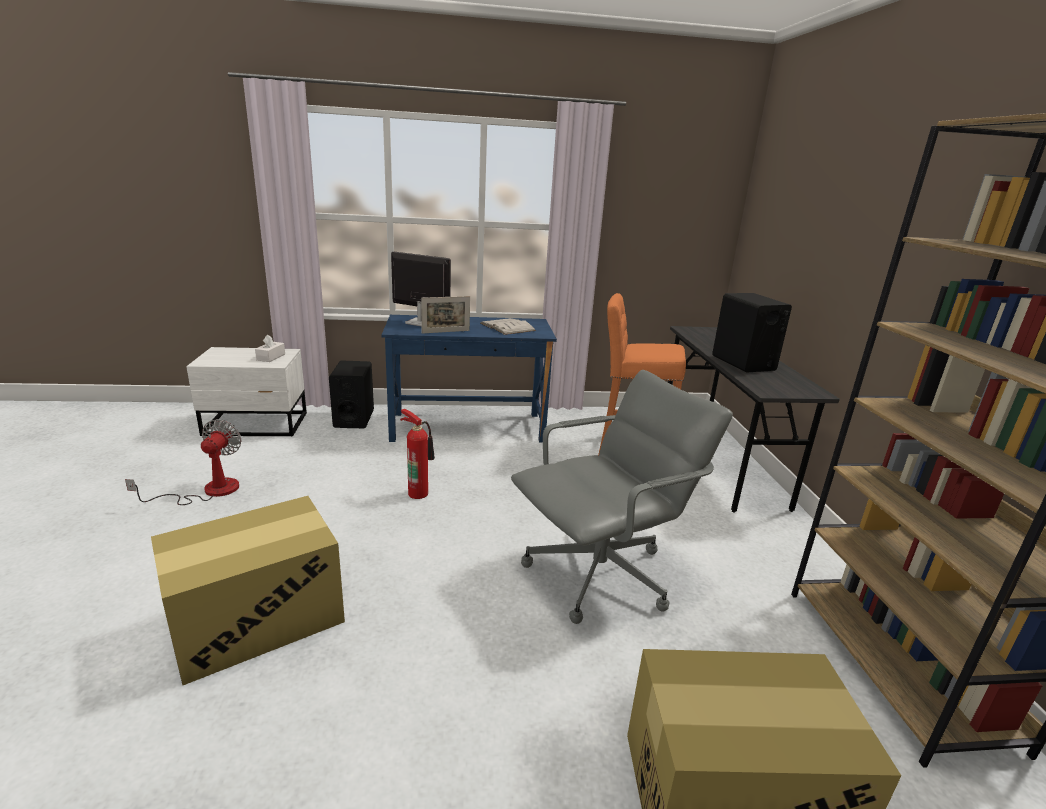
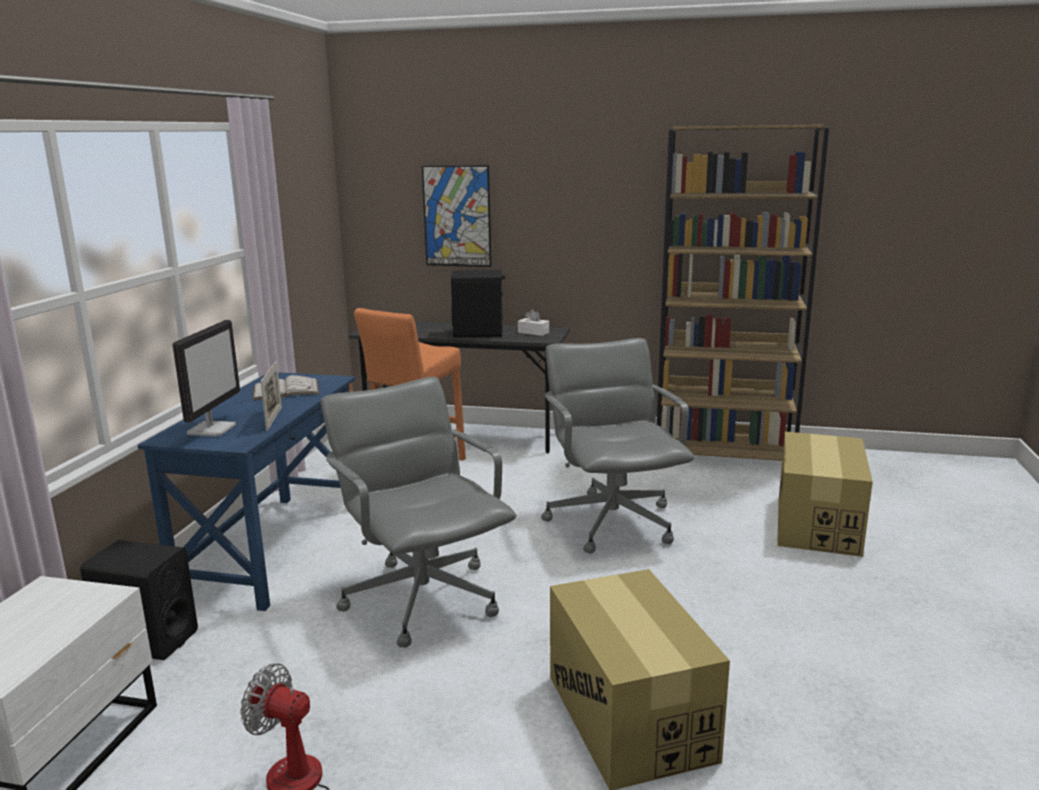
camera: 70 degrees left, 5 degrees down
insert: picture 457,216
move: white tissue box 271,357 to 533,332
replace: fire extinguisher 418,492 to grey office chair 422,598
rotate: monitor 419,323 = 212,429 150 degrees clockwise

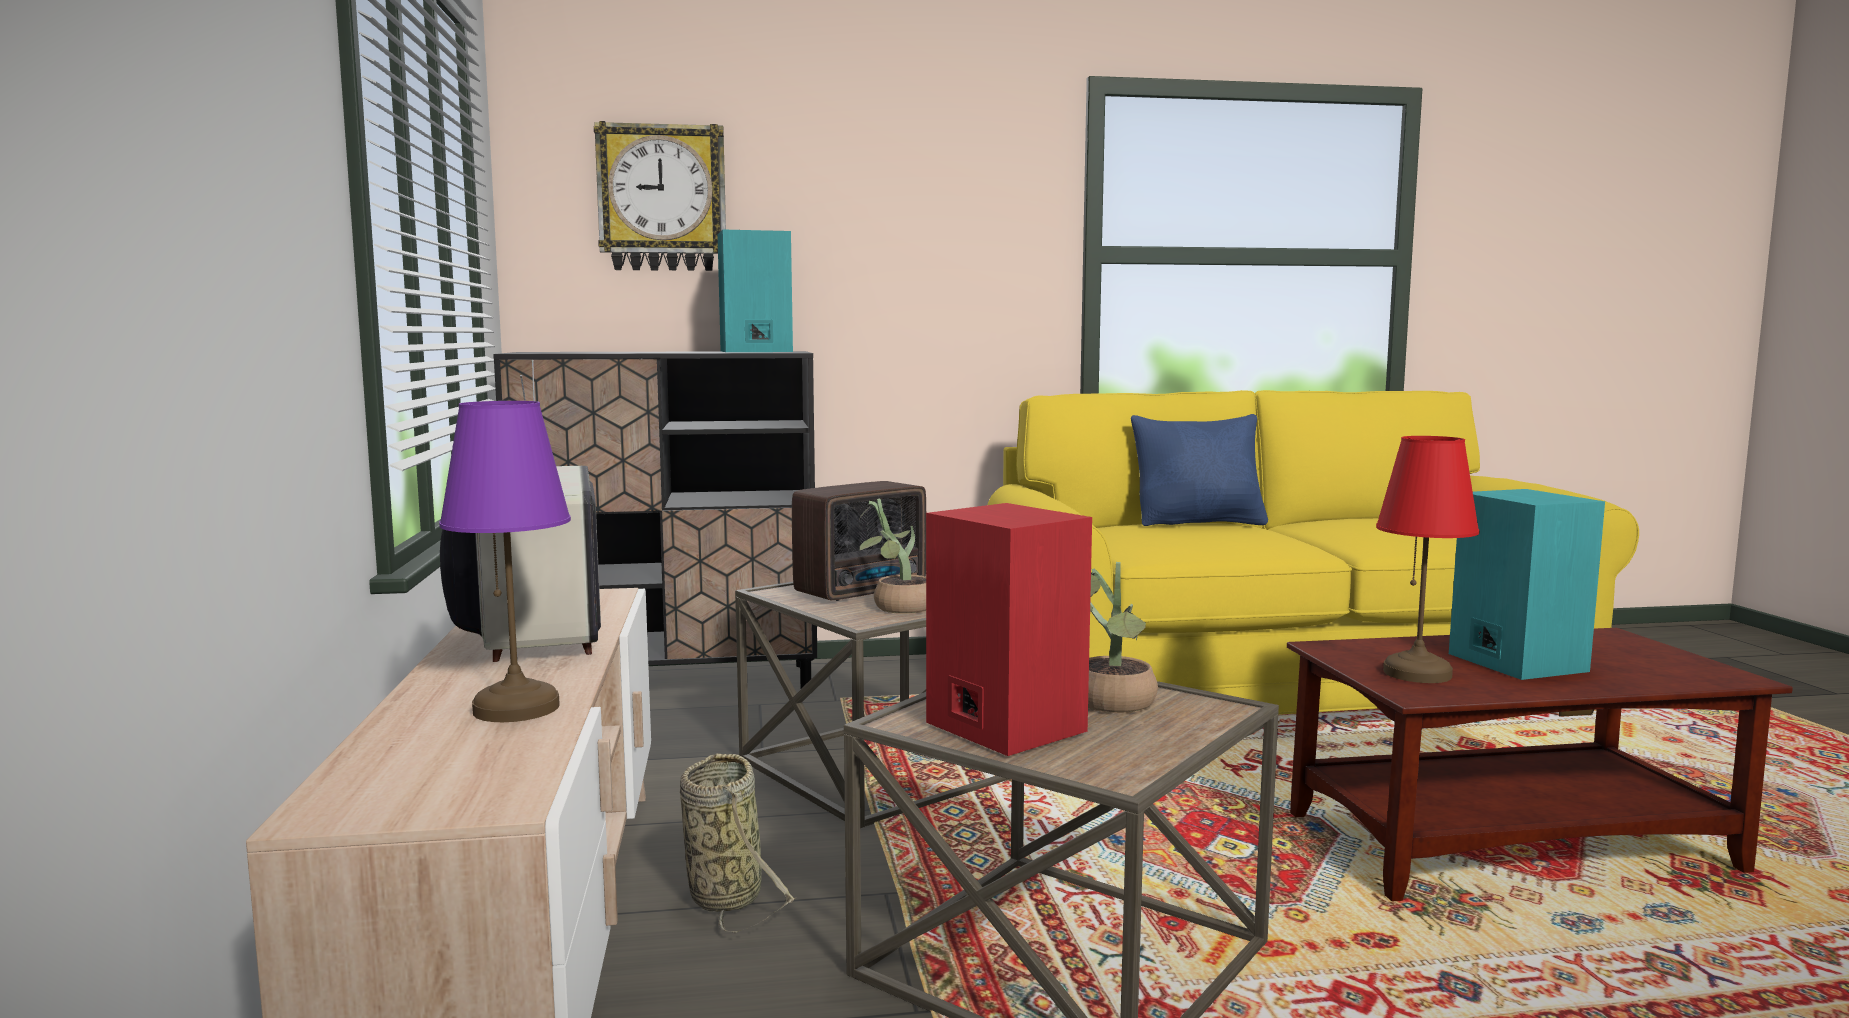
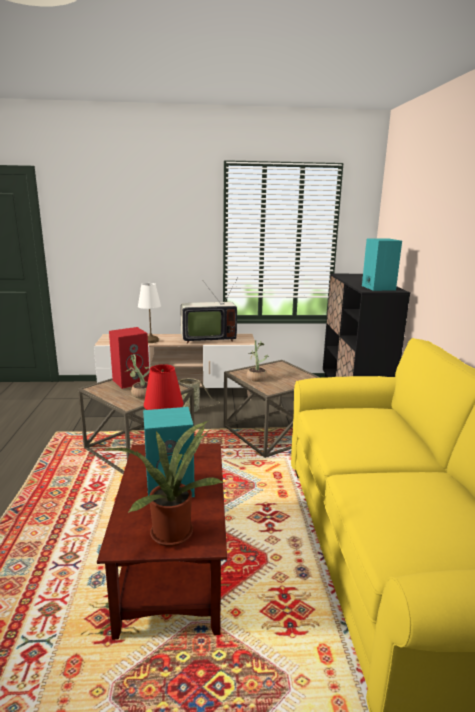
camera: 95 degrees right, 10 degrees up
delete: wall clock 662,198; radio 864,591; blue pillow 1199,523
insert: potted plant 171,530
recolor: purple table lamp 518,708 to white table lamp 151,341

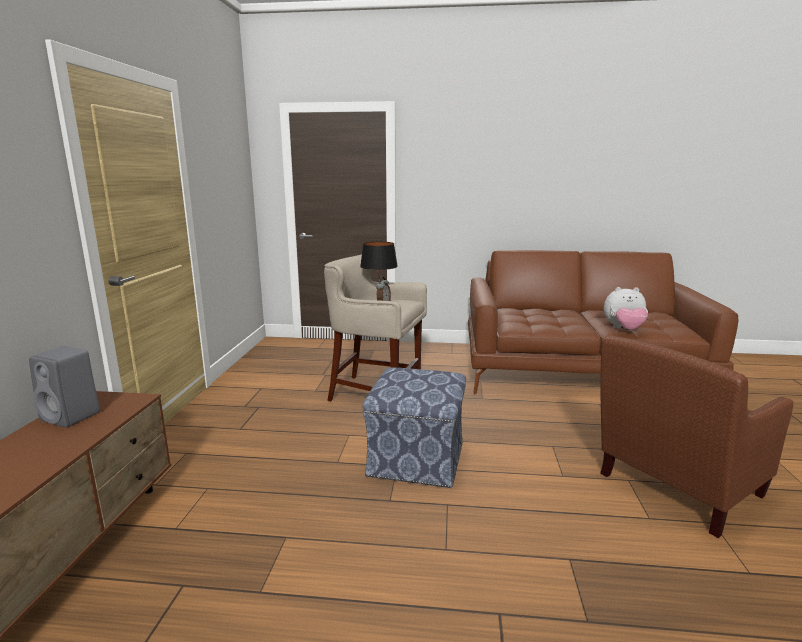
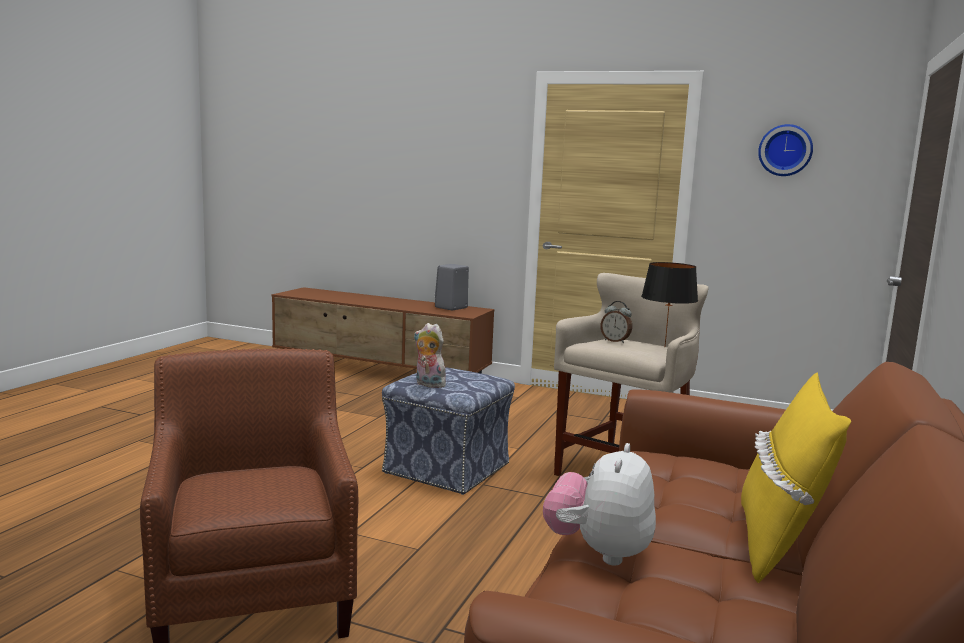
camera: 105 degrees right, 5 degrees down
insert: plush toy 428,384; yellow pillow 778,544; wall clock 785,150

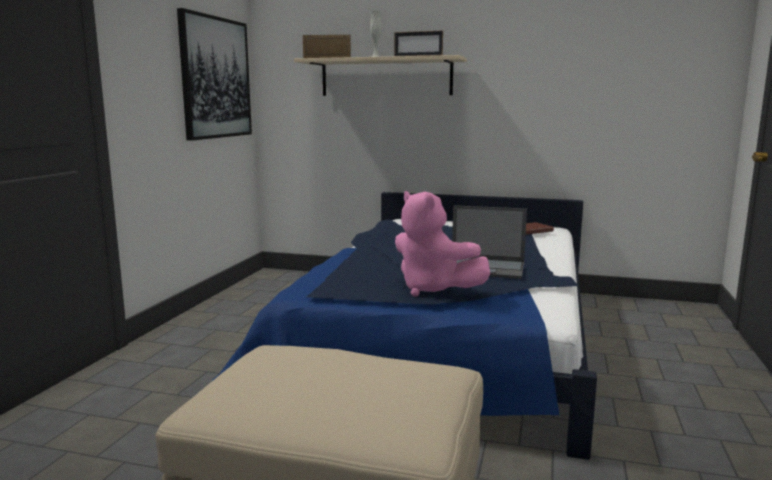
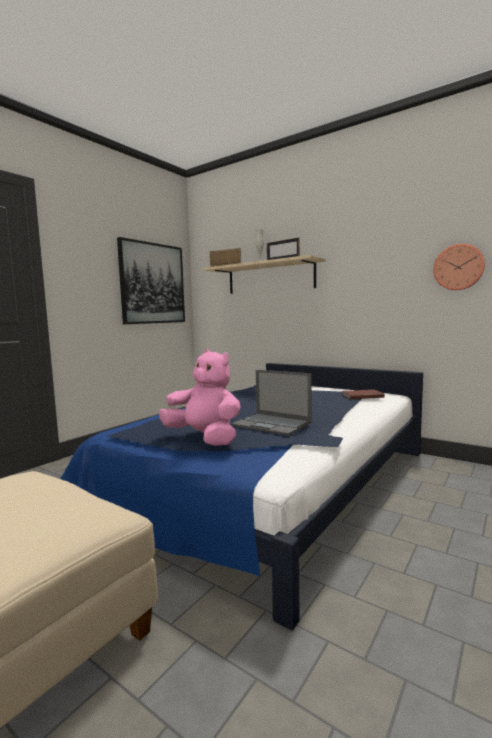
camera: 20 degrees right, 5 degrees down
insert: wall clock 458,267
rotate: pink plush toy 433,289 = 205,438 150 degrees clockwise

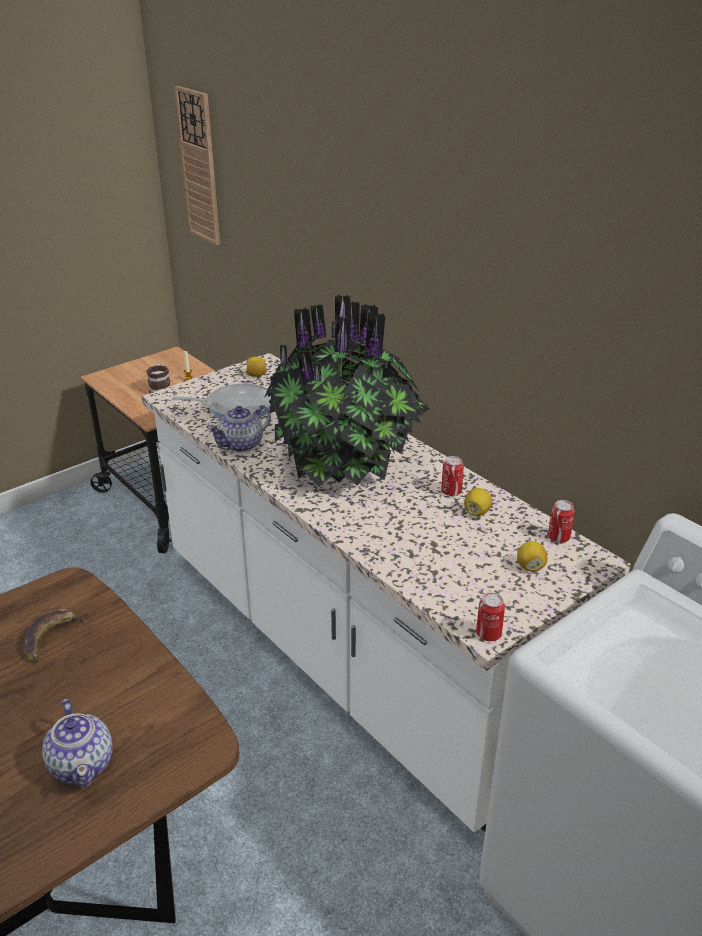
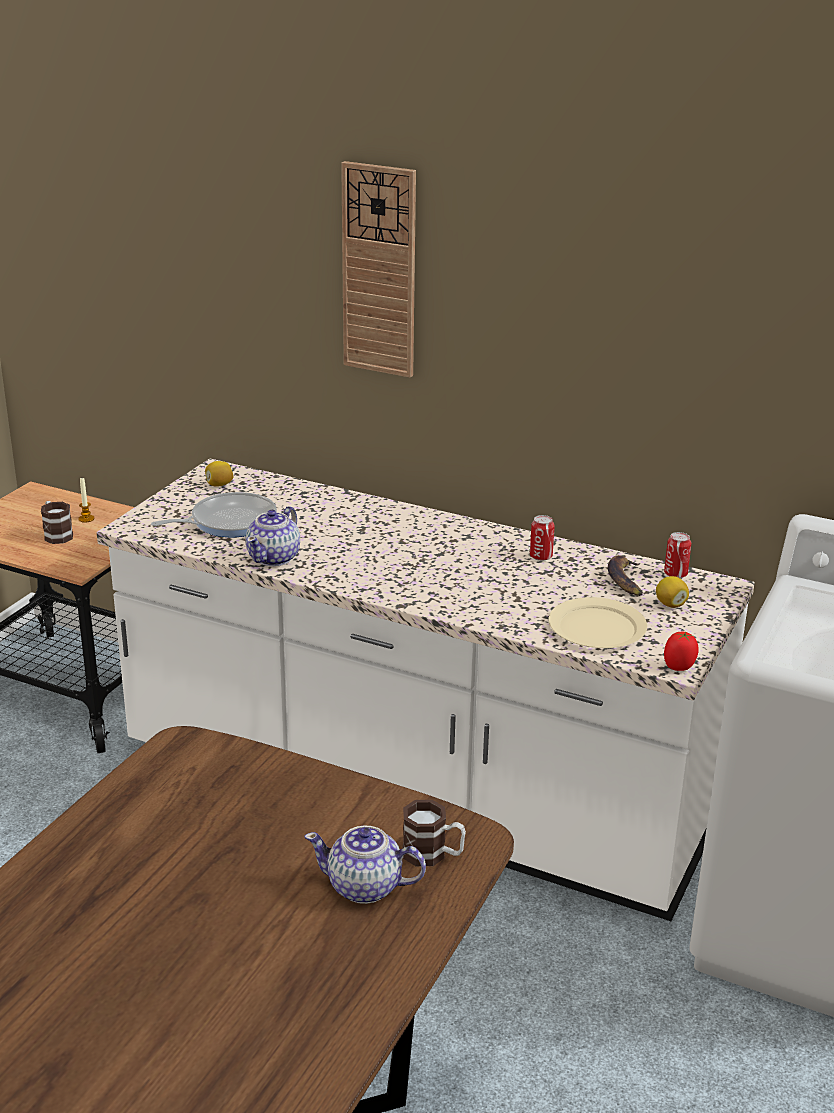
camera: 25 degrees left, 5 degrees down
delete: potted plant 346,464; lemon 477,512
insert: mug 433,854; beige plate 597,627
move: banana 51,637 to 625,580; wall clock 199,167 to 379,271
replace: can 488,634 to tomato 679,667
rotate: teapot 82,764 = 365,887 150 degrees clockwise

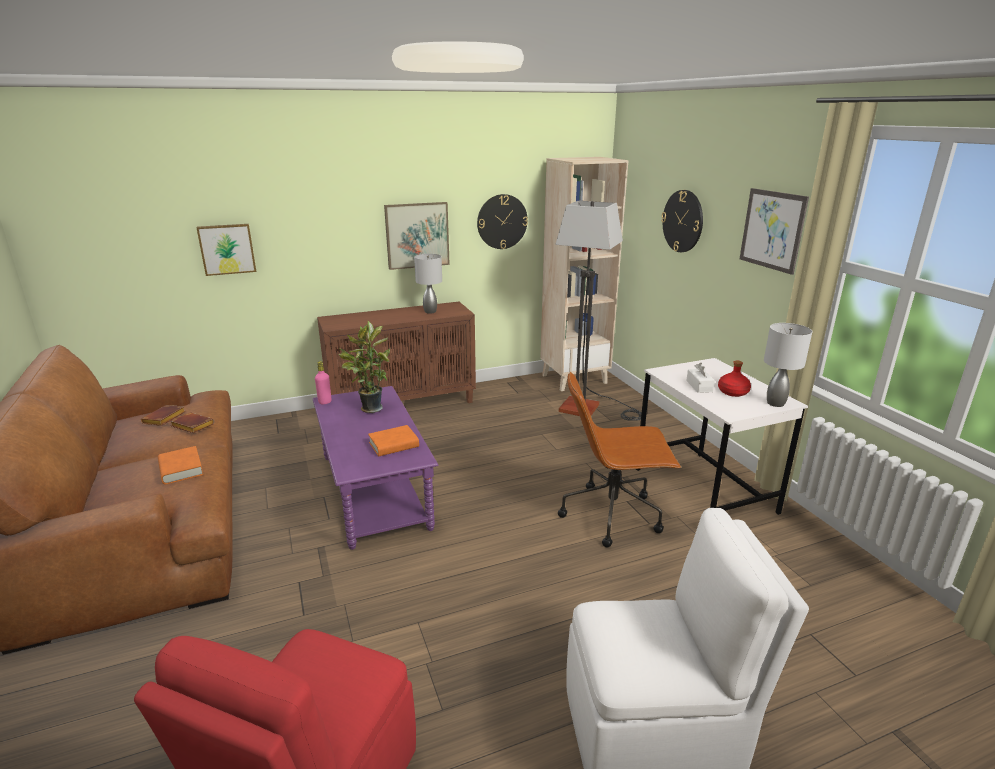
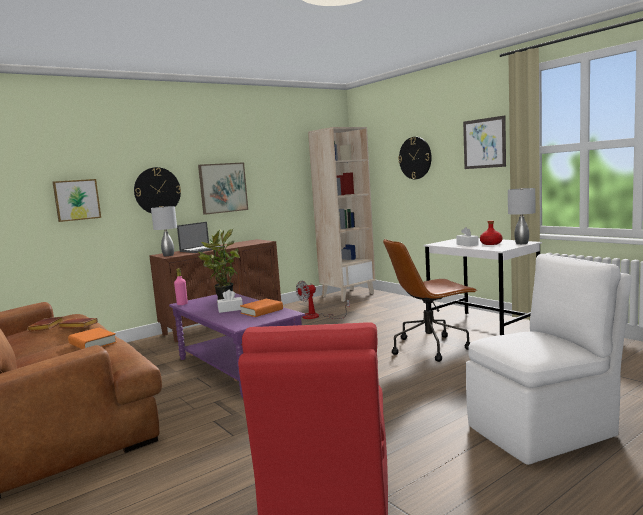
camera: 15 degrees left, 15 degrees down
delete: floor lamp 591,409
insert: laptop 202,249; white tissue box 230,309; fan 317,316
move: grey table lamp 430,311 to 168,255; wall clock 502,221 to 157,191

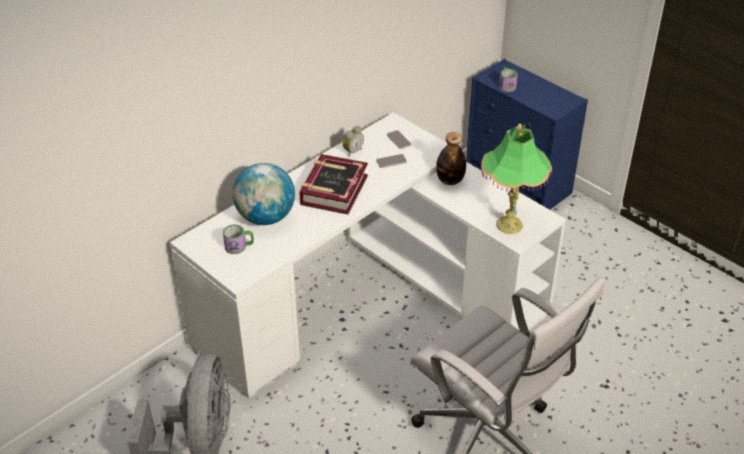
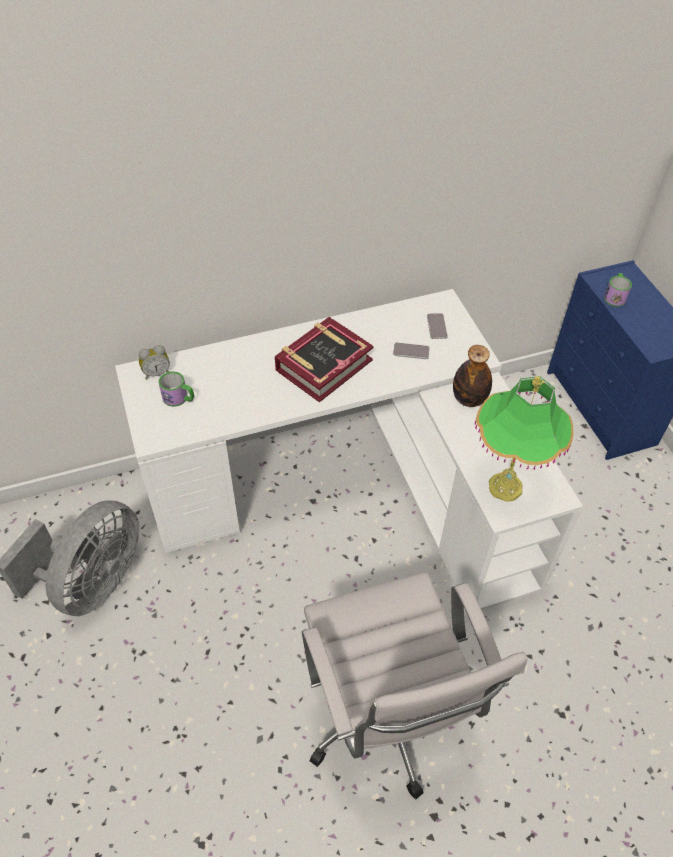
camera: 25 degrees right, 10 degrees up
delete: globe 266,217
move: alarm clock 352,151 to 156,373

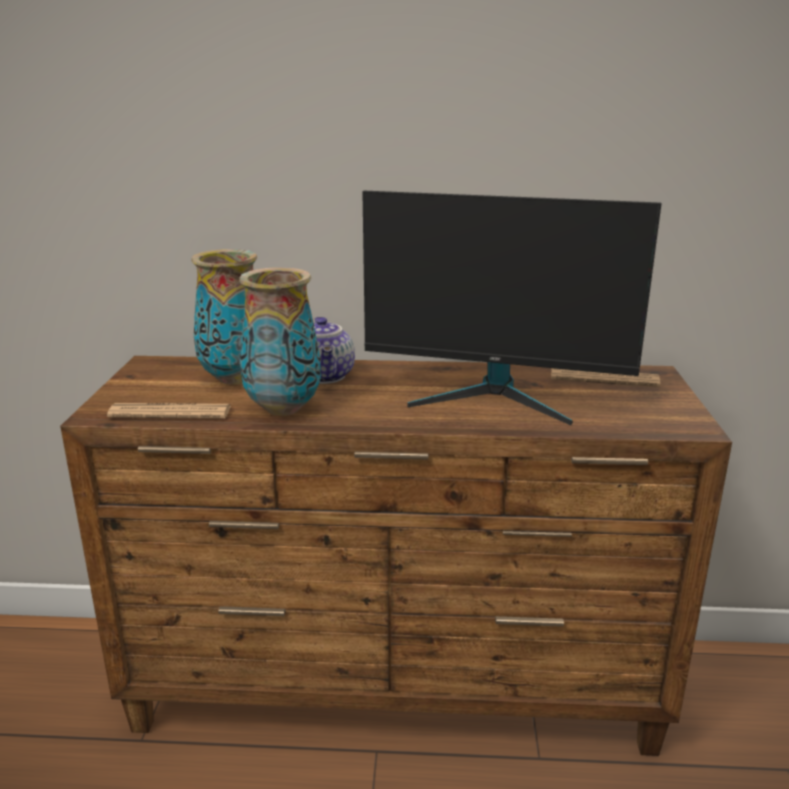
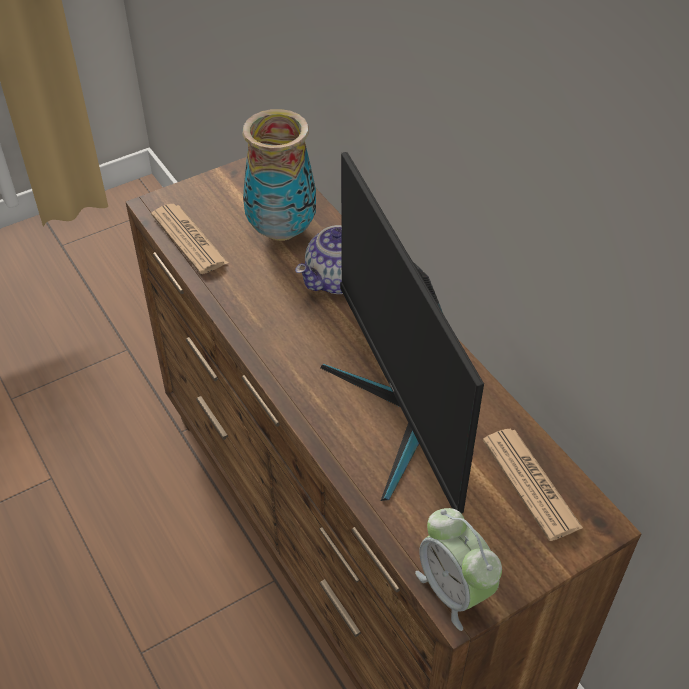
camera: 55 degrees right, 25 degrees up
delete: vase 283,409
insert: alarm clock 454,590

